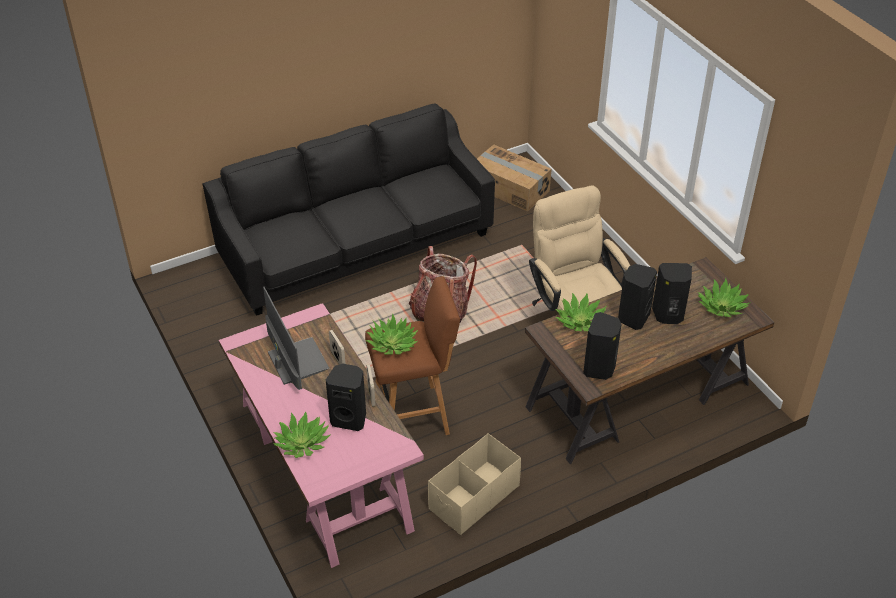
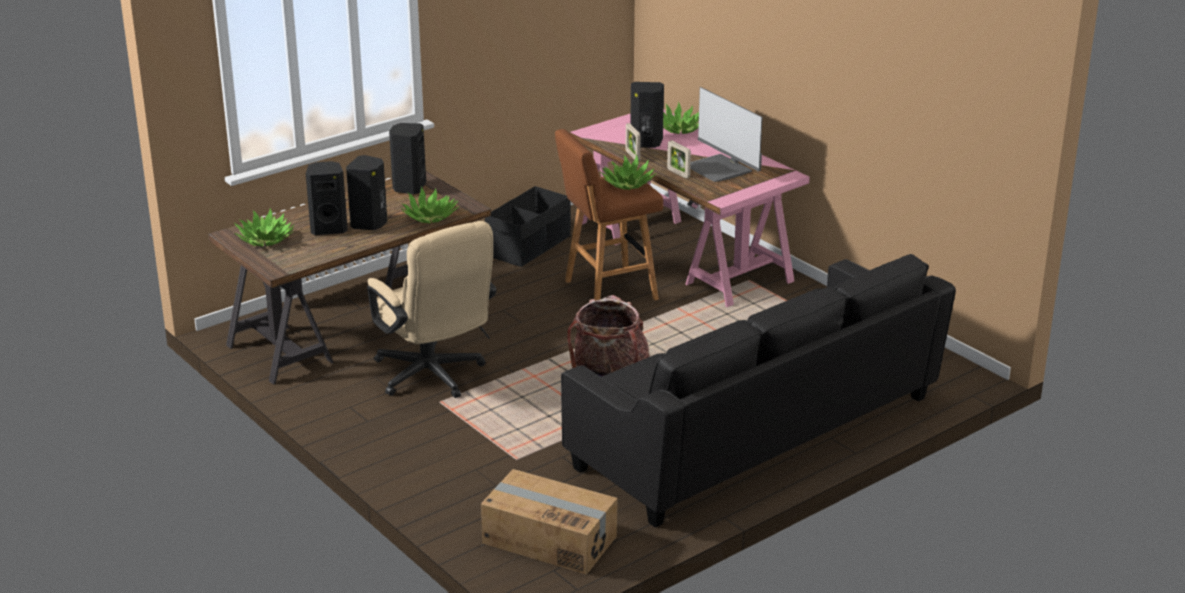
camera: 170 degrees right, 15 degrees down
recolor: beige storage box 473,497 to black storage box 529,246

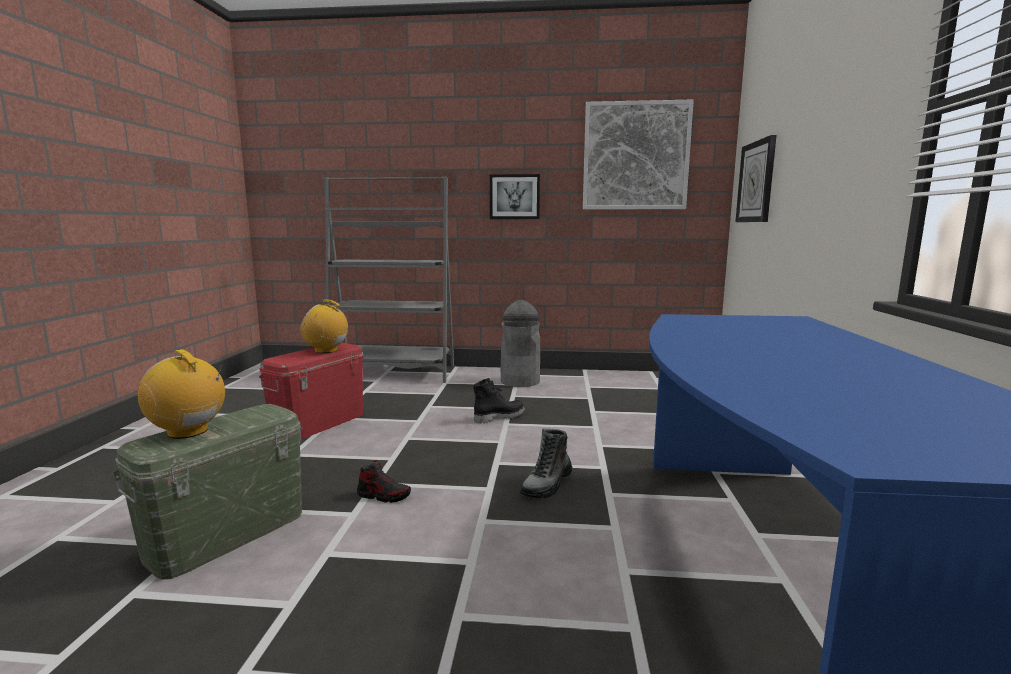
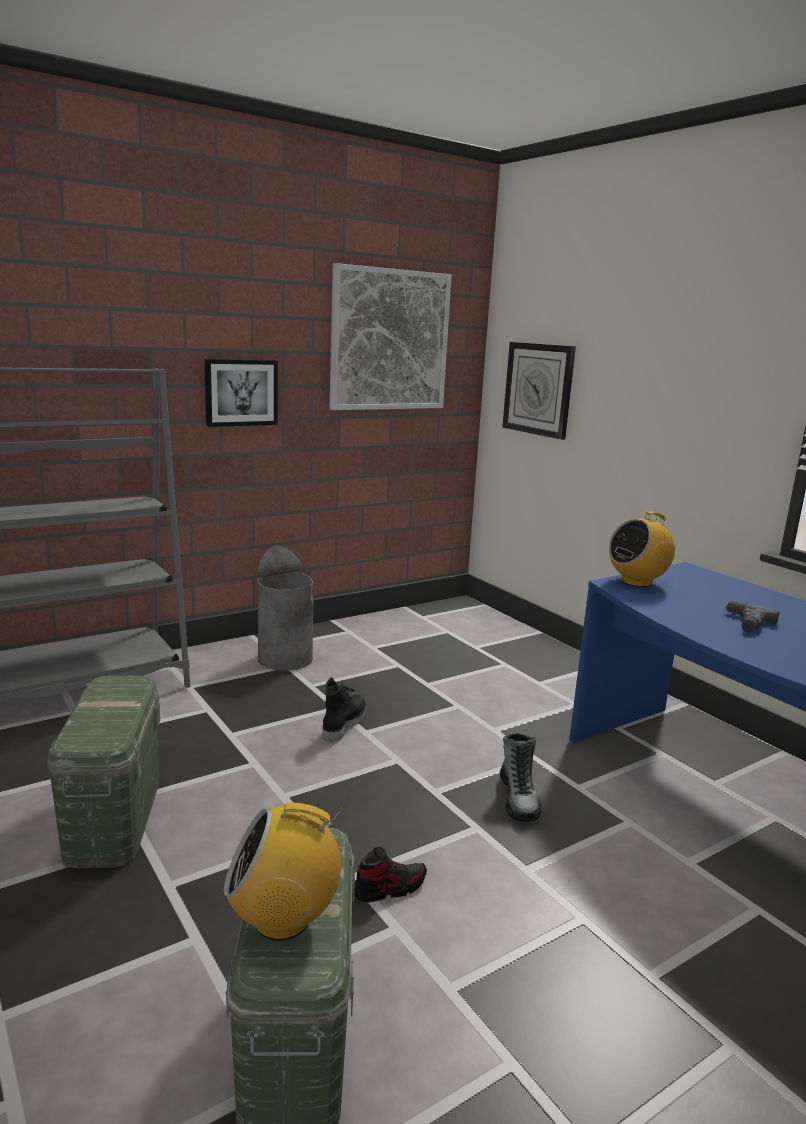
camera: 40 degrees left, 5 degrees up
insert: power drill 744,623
move: radio 326,350 to 637,582
recolor: red storage box 319,423 to green storage box 114,817

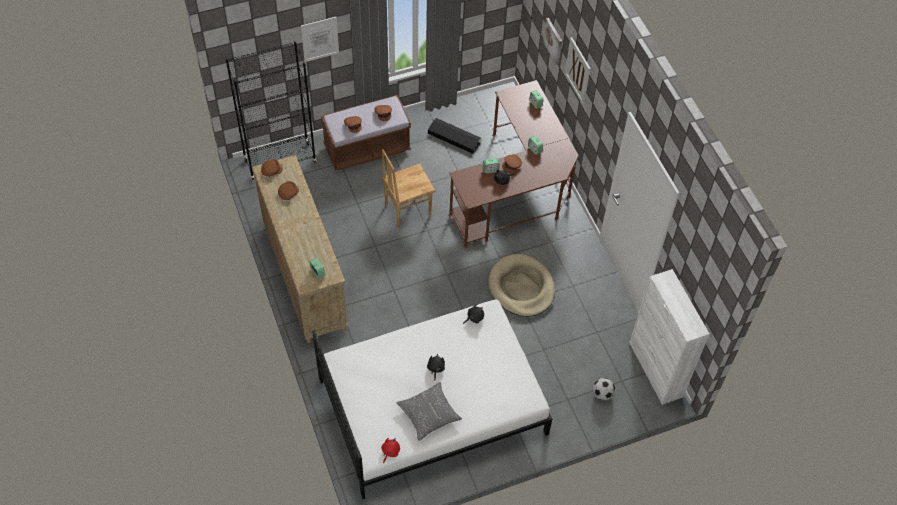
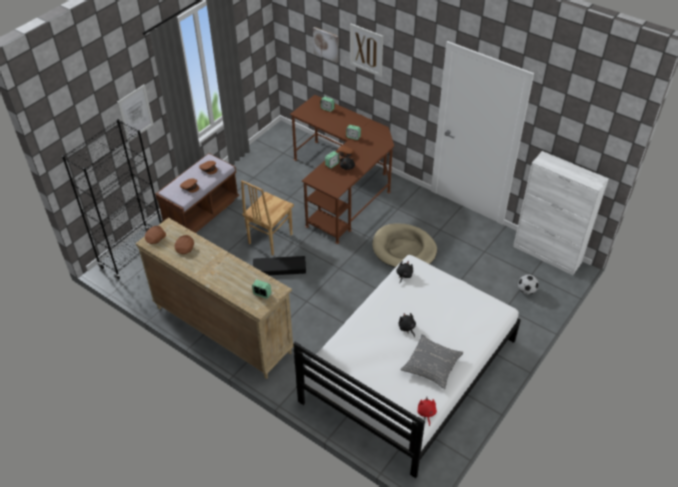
camera: 30 degrees left, 10 degrees down
move: black storage box 454,138 to 279,268

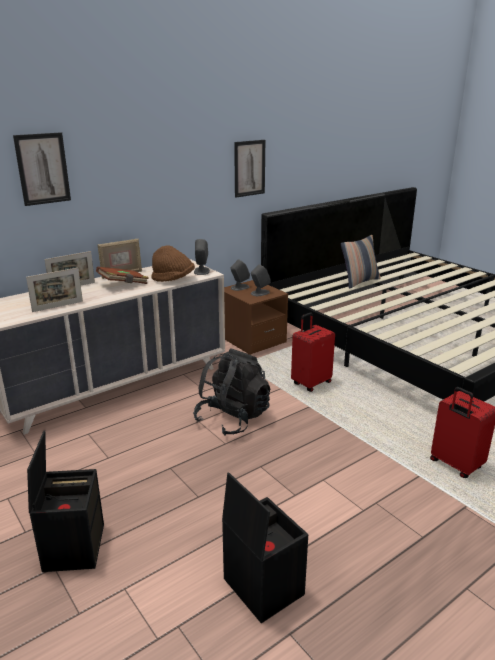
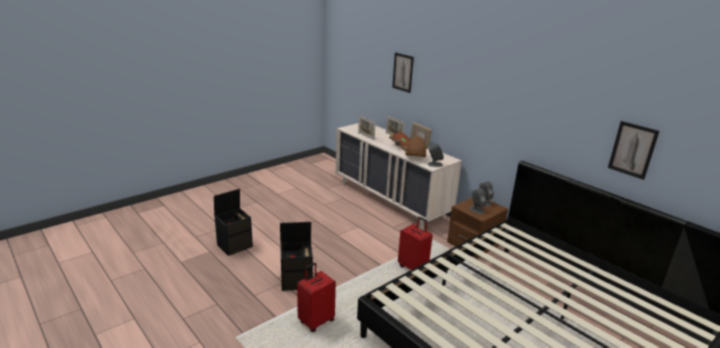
camera: 85 degrees right, 0 degrees up
delete: black backpack 232,418; pillow 359,282
move: black storage box 73,546 to 297,281; picture 249,168 to 632,150

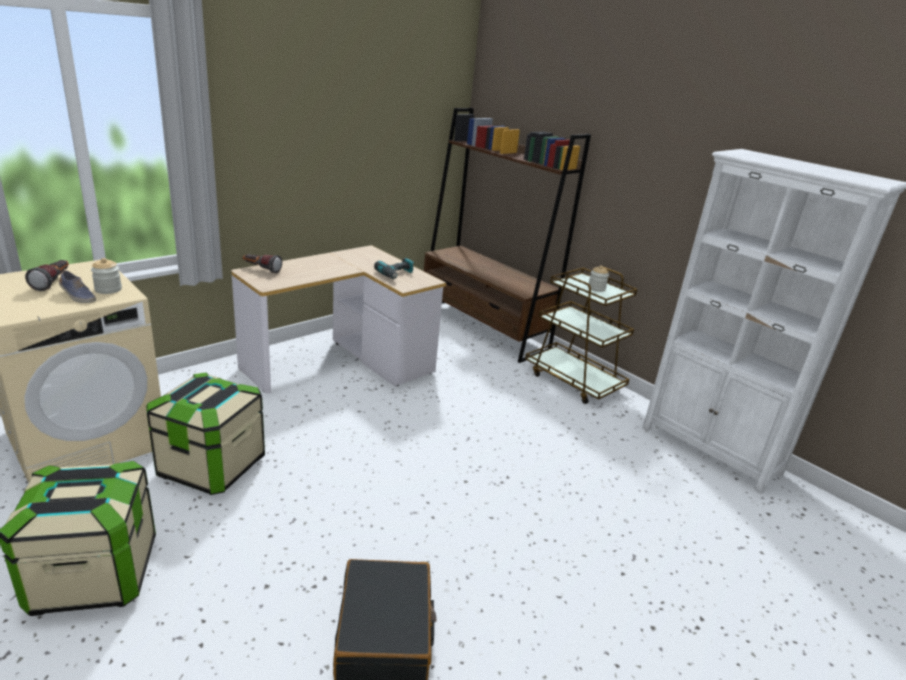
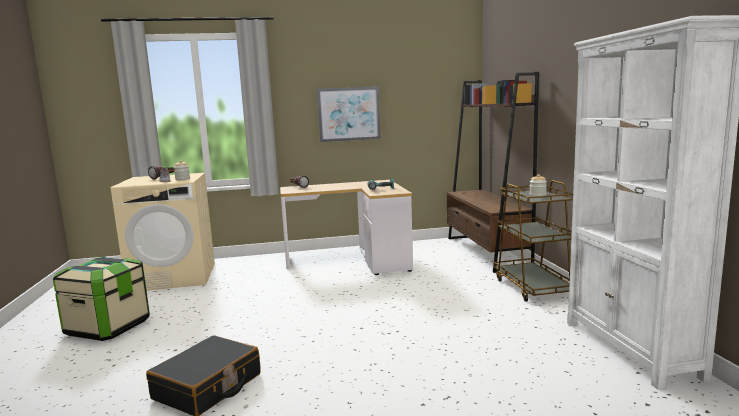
camera: 35 degrees right, 15 degrees down
delete: storage box 212,466
insert: picture 349,114

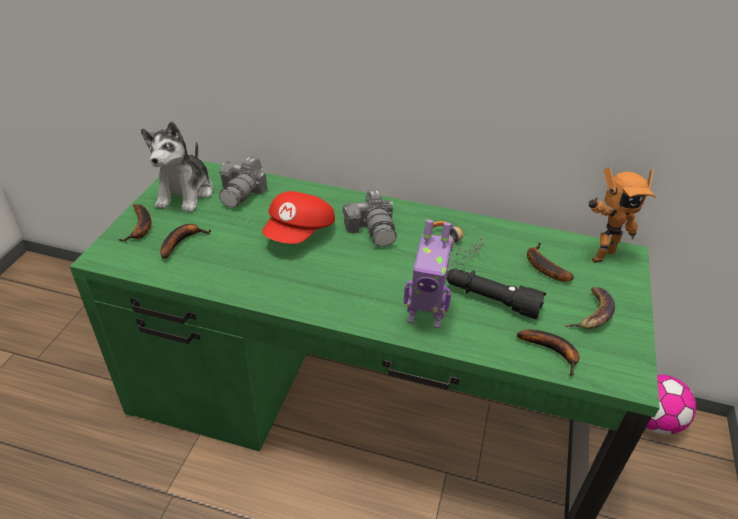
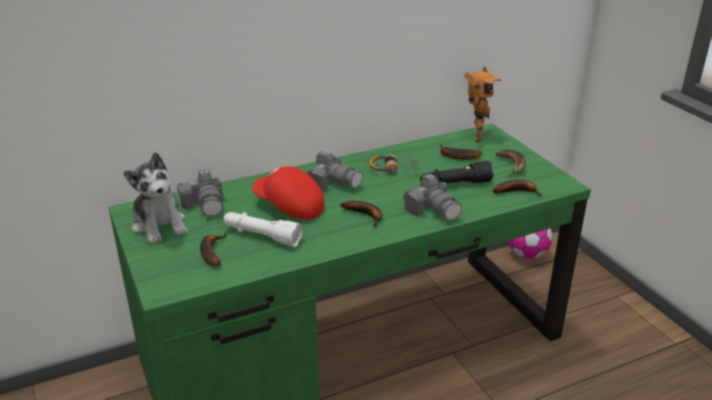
camera: 40 degrees left, 10 degrees down
insert: white flashlight 261,236
move: banana 141,227 to 366,215
replace: toy robot 425,316 to photo camera 433,210
rotate: red cap 300,233 = 289,207 135 degrees clockwise

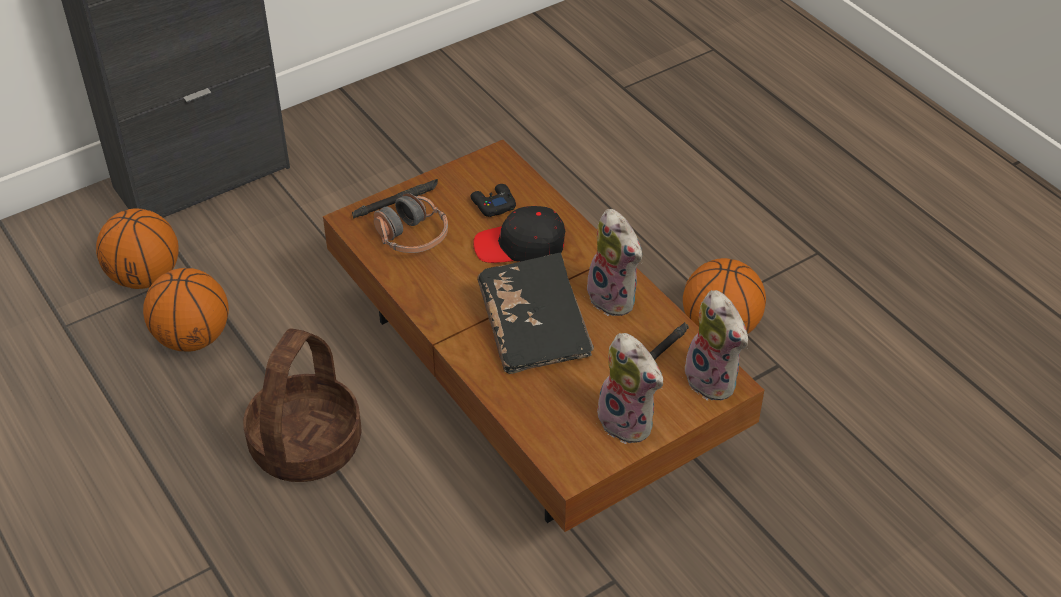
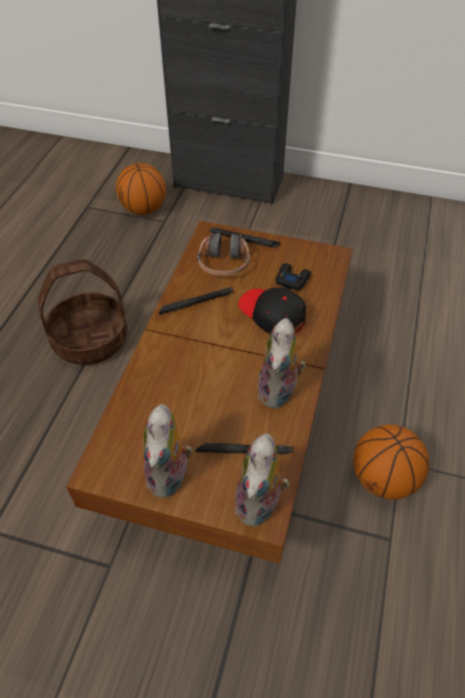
camera: 50 degrees right, 5 degrees up
delete: basketball 193,338; black book 534,328
insert: black flashlight 196,303

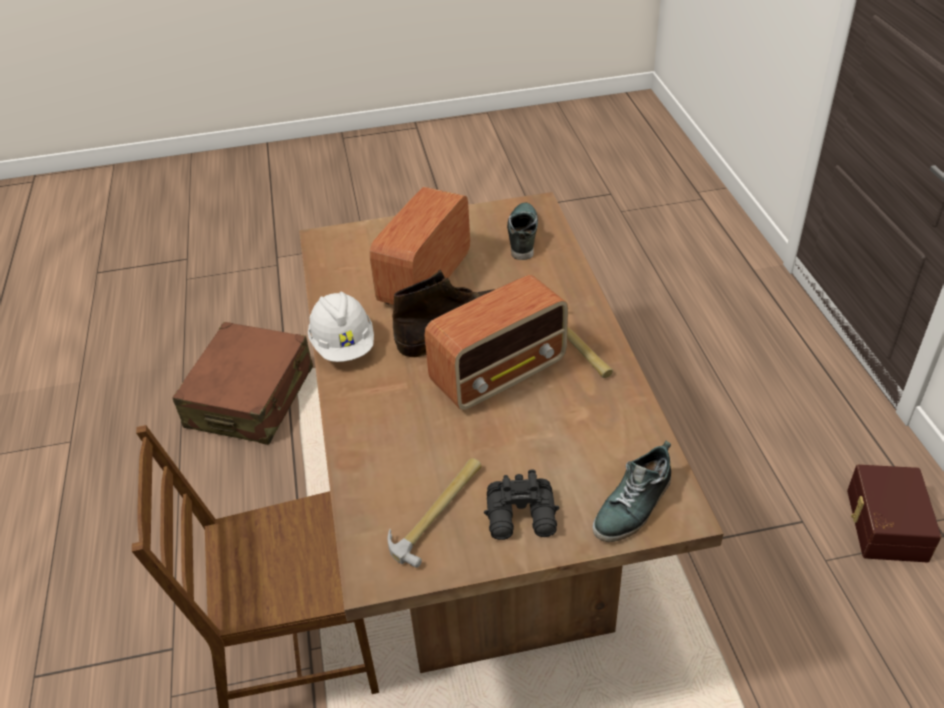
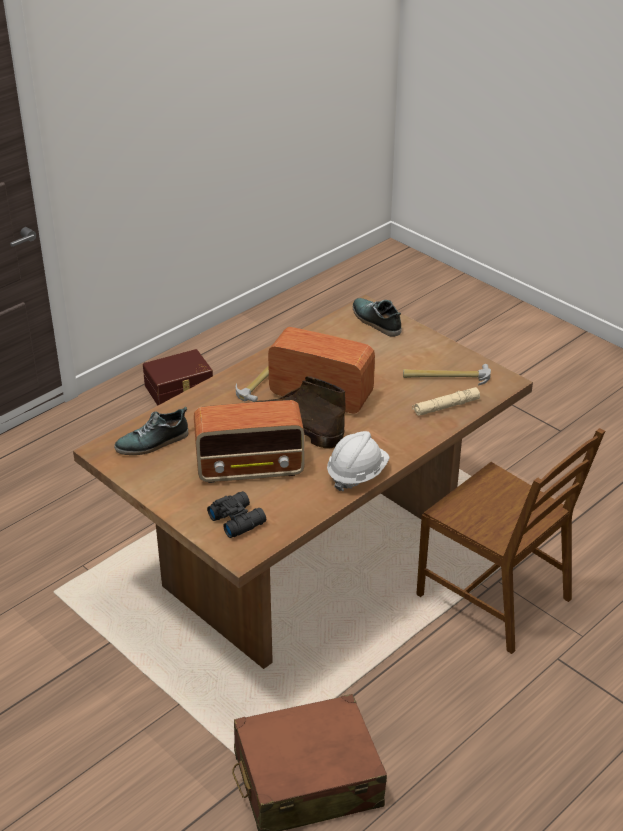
camera: 125 degrees left, 5 degrees down
insert: beige flashlight 445,407
move: black binoculars 523,517 to 237,519
rotate: shoe 634,506 = 375,321 135 degrees counterclockwise

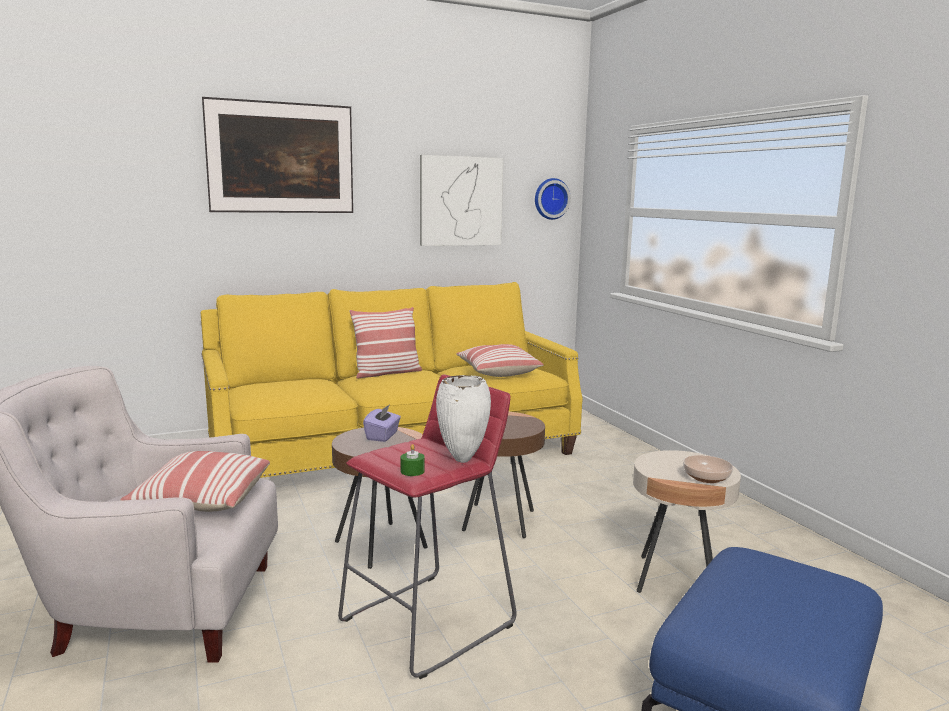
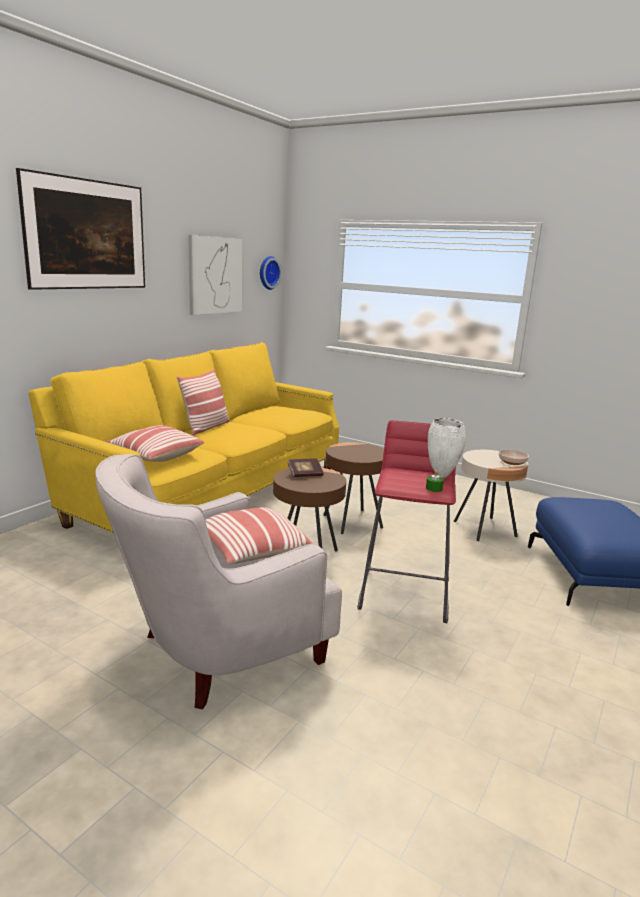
camera: 35 degrees left, 5 degrees up
move: pillow 497,372 to 155,455
replace: purple tissue box 382,436 to book 305,475

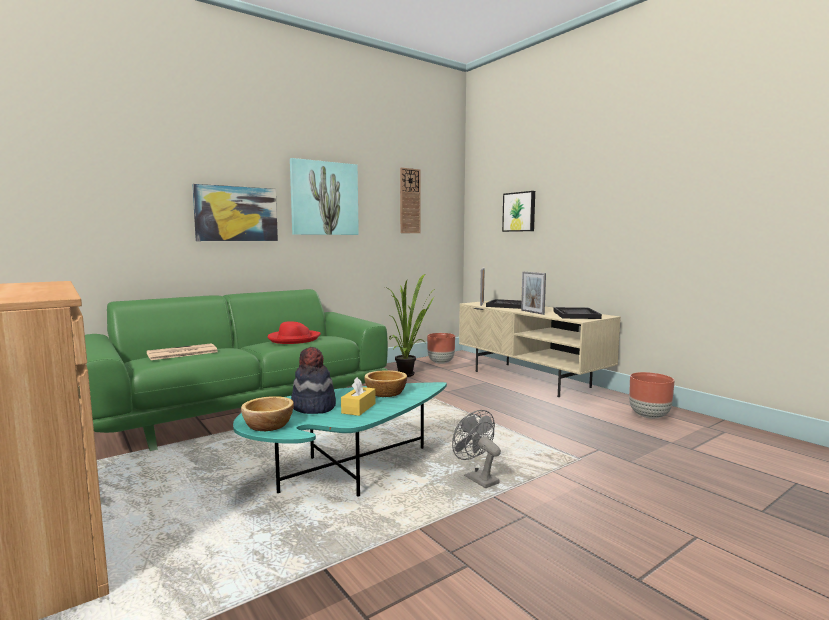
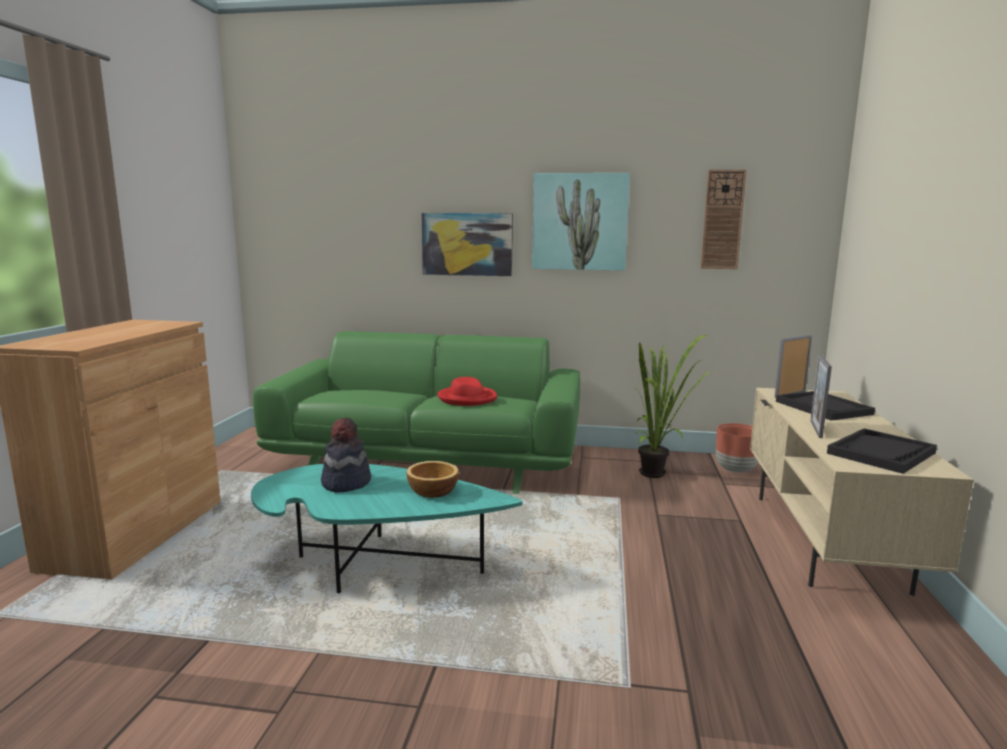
camera: 45 degrees right, 5 degrees up
delete: newspaper 181,353; bowl 269,425; yellow tissue box 358,408; grey fan 477,478; picture 519,212; brown planter 649,416

